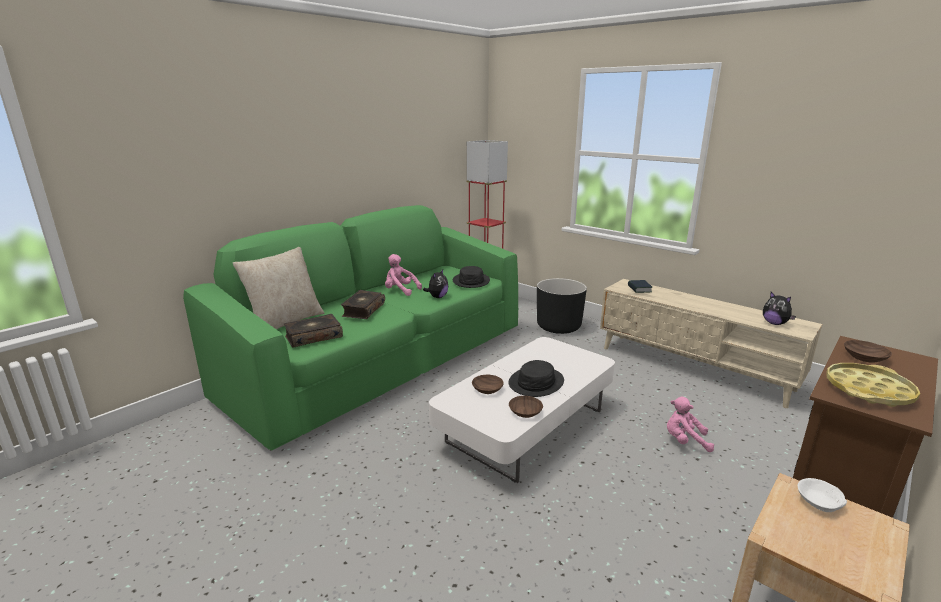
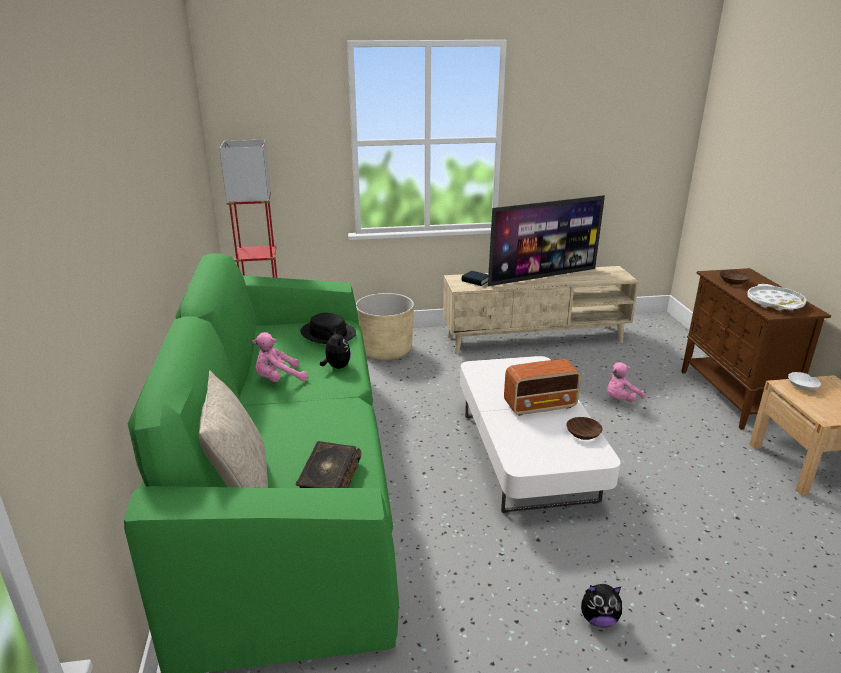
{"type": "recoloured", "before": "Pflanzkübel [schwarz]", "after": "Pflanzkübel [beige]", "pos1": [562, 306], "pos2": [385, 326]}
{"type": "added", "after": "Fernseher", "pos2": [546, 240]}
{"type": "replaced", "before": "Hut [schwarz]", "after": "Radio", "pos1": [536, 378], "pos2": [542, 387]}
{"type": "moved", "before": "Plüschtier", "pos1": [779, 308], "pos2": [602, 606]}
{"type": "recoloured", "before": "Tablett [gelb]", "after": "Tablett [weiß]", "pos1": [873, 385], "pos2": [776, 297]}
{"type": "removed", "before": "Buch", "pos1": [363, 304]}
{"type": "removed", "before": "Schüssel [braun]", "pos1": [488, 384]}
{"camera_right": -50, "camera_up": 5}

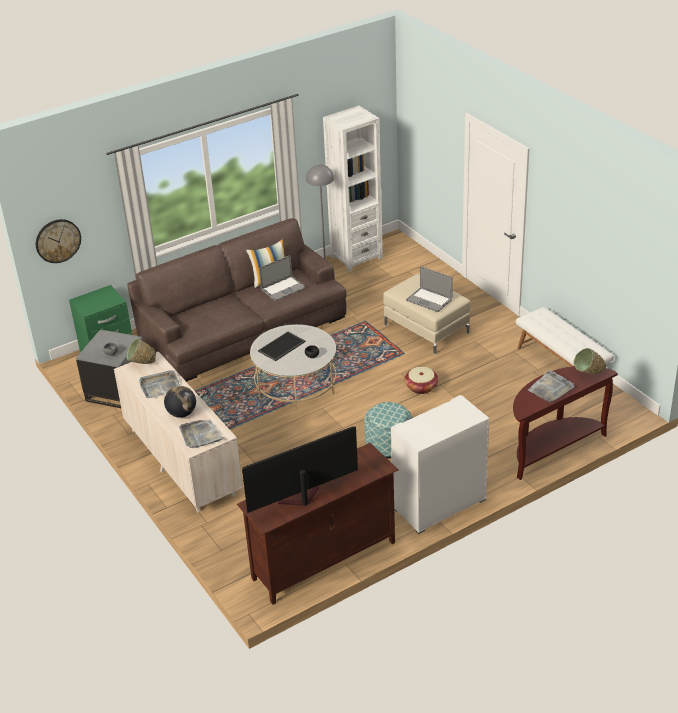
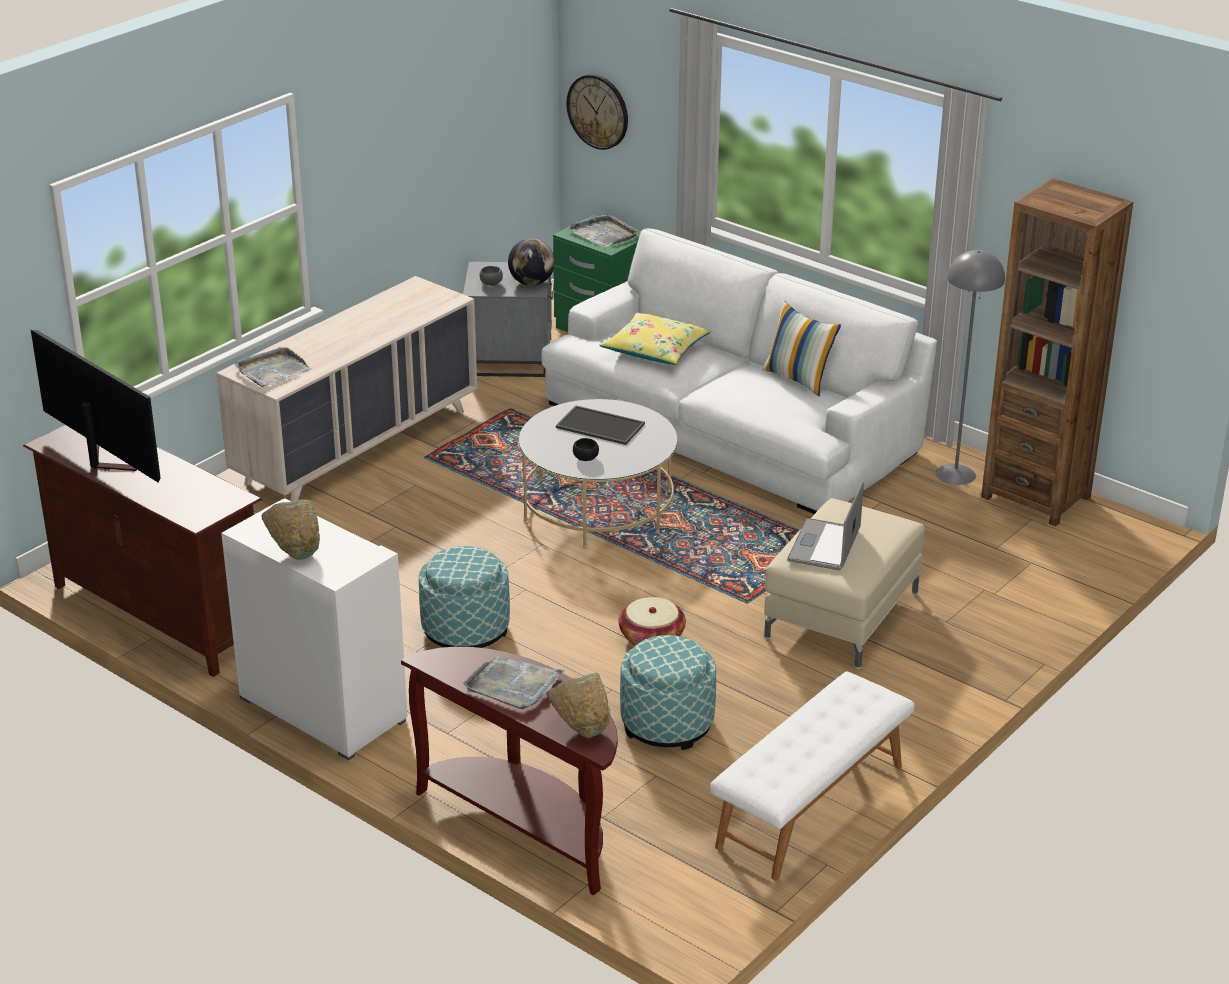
{"type": "moved", "before": "Schüssel [grün]", "pos1": [141, 351], "pos2": [290, 530]}
{"type": "moved", "before": "Globus", "pos1": [180, 402], "pos2": [531, 262]}
{"type": "recoloured", "before": "Sofa [braun]", "after": "Sofa [weiß]", "pos1": [237, 300], "pos2": [739, 371]}
{"type": "moved", "before": "Tablett [grau]", "pos1": [159, 384], "pos2": [602, 230]}
{"type": "added", "after": "Kissen [gelb]", "pos2": [655, 339]}
{"type": "added", "after": "Polsterhocker", "pos2": [668, 692]}
{"type": "recoloured", "before": "Bücherregal [weiß]", "after": "Bücherregal [braun]", "pos1": [353, 189], "pos2": [1057, 352]}
{"type": "removed", "before": "Laptop", "pos1": [282, 278]}
{"camera_right": 70, "camera_up": -5}

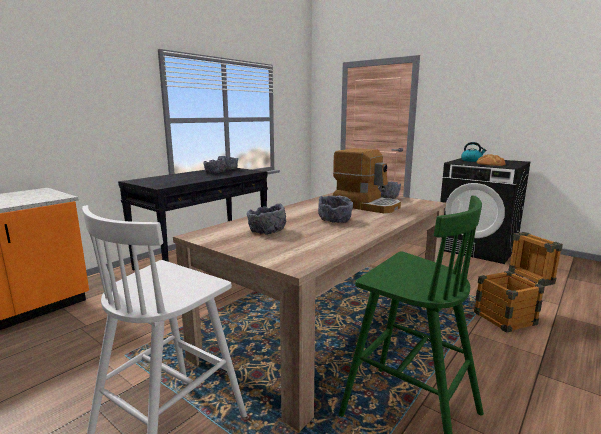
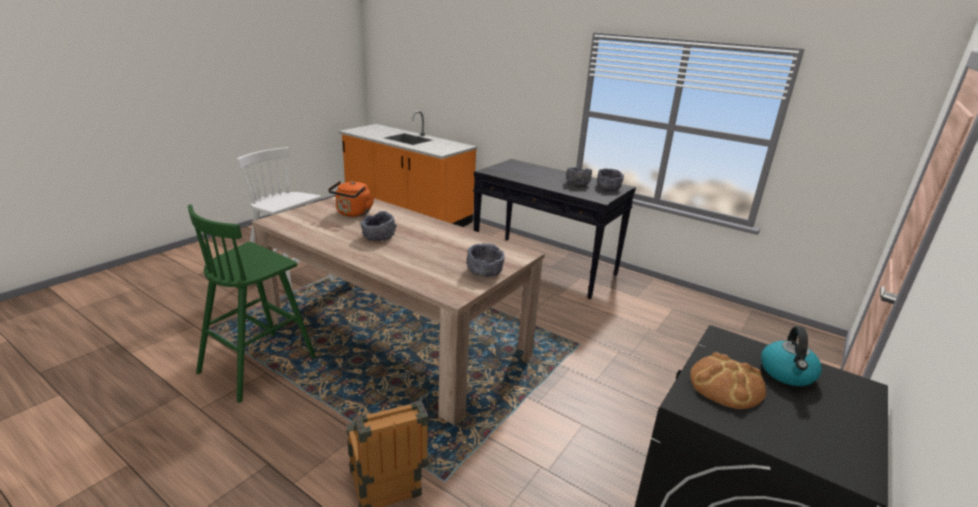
{"type": "replaced", "before": "Schüssel [grau]", "after": "Wasserkessel [orange]", "pos1": [266, 219], "pos2": [351, 199]}
{"type": "removed", "before": "Kaffeemaschine", "pos1": [367, 180]}
{"camera_right": 85, "camera_up": 10}

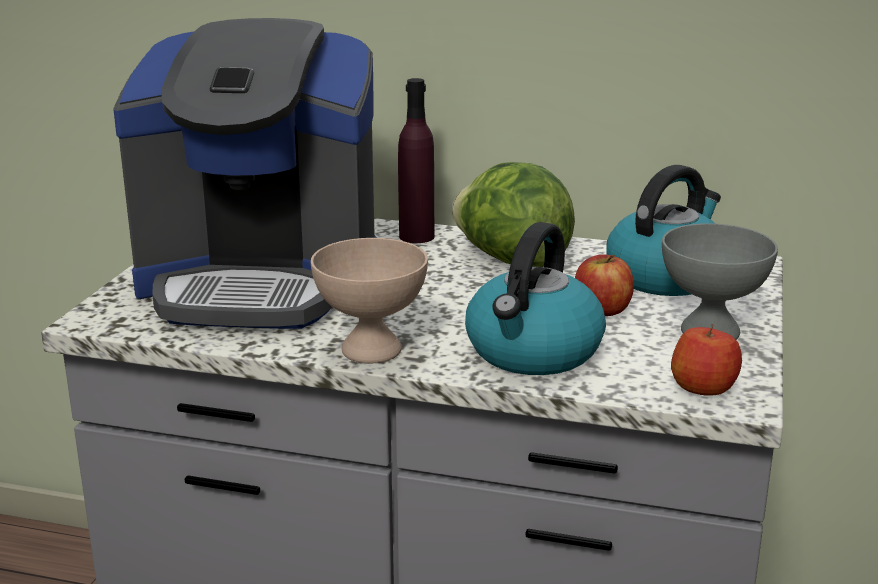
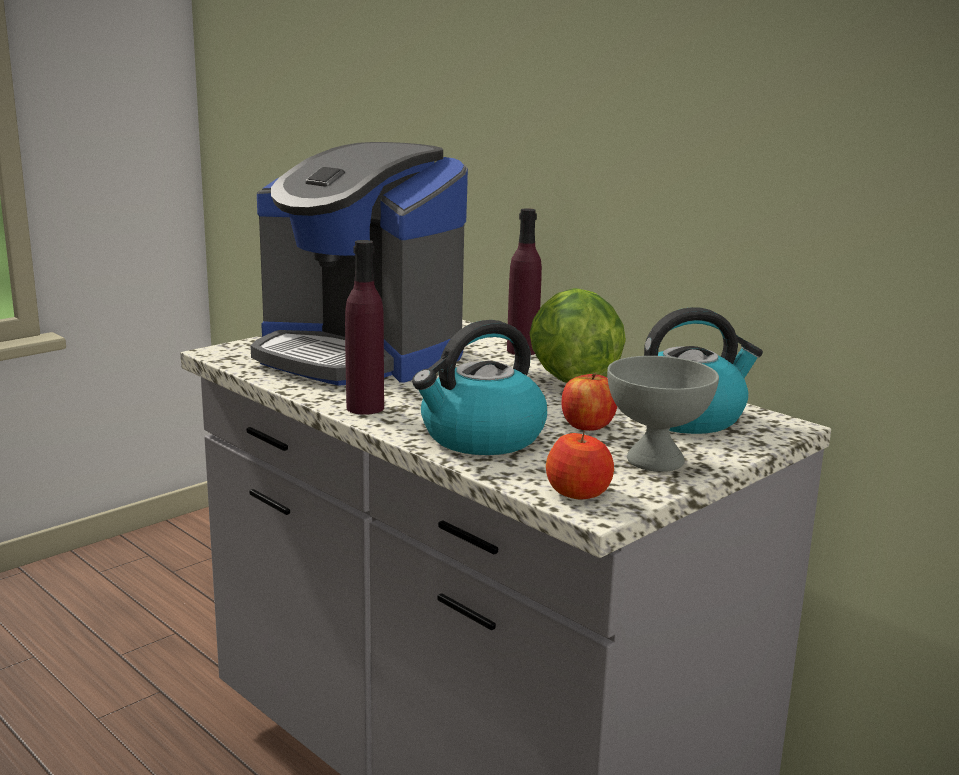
{"type": "replaced", "before": "Schüssel [beige]", "after": "Flasche [lila]", "pos1": [369, 301], "pos2": [364, 327]}
{"camera_right": 30, "camera_up": -5}

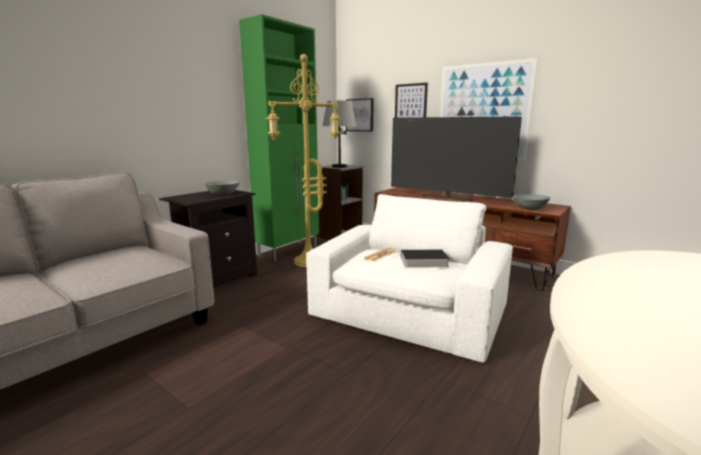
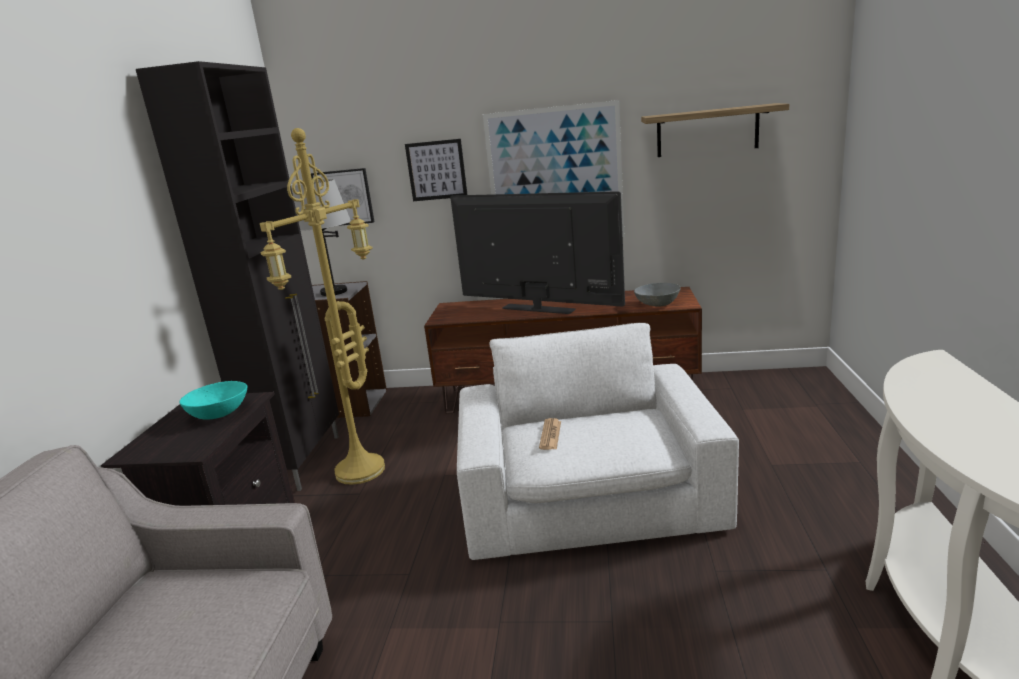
{"type": "recoloured", "before": "Schrank [grün]", "after": "Schrank [schwarz]", "pos1": [279, 137], "pos2": [237, 276]}
{"type": "recoloured", "before": "Schüssel [grau]", "after": "Schüssel [türkis]", "pos1": [221, 188], "pos2": [213, 400]}
{"type": "turned", "before": "Fernseher", "pos1": [456, 158], "pos2": [537, 252], "turn": -150}
{"type": "added", "after": "Wandregal", "pos2": [715, 130]}
{"type": "removed", "before": "Buch", "pos1": [421, 258]}
{"camera_right": -30, "camera_up": 5}

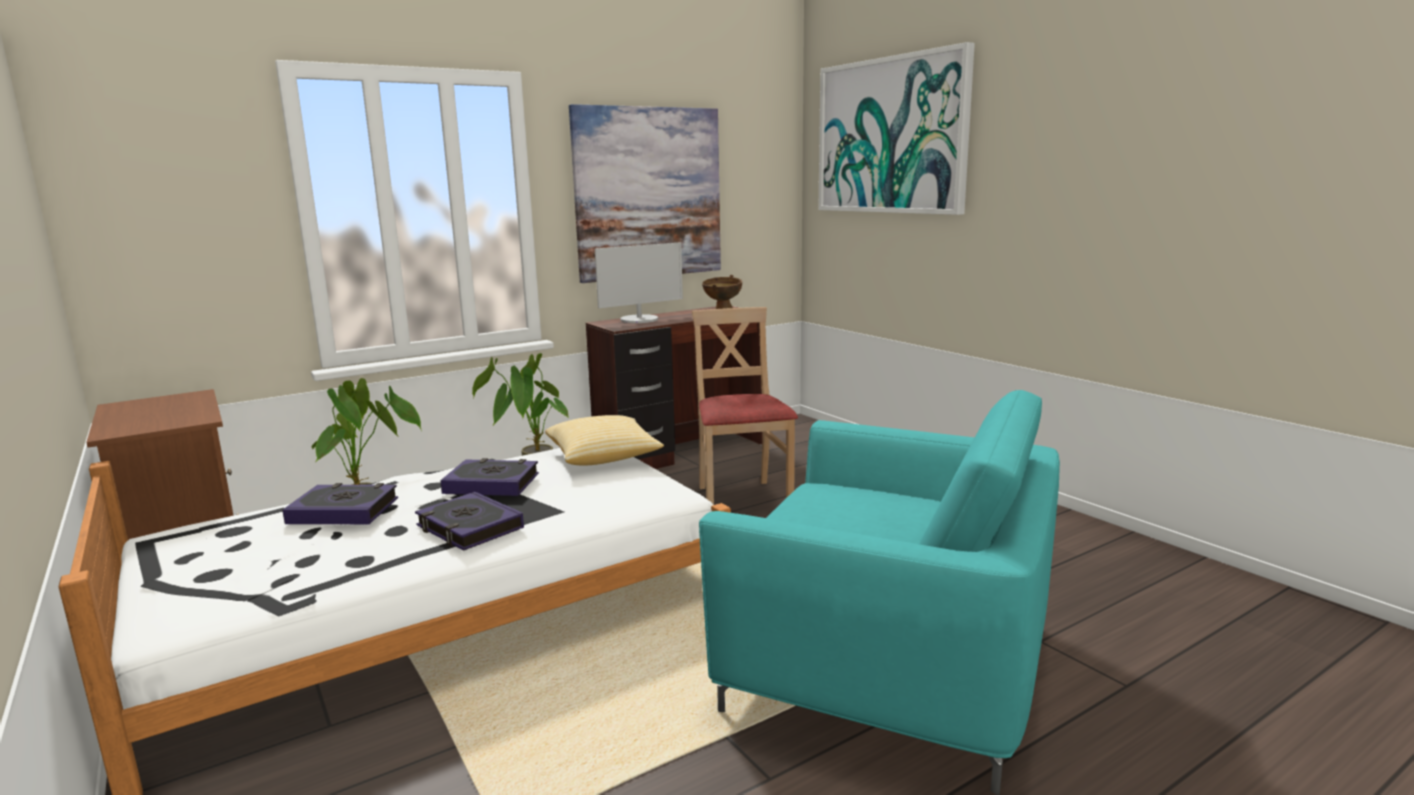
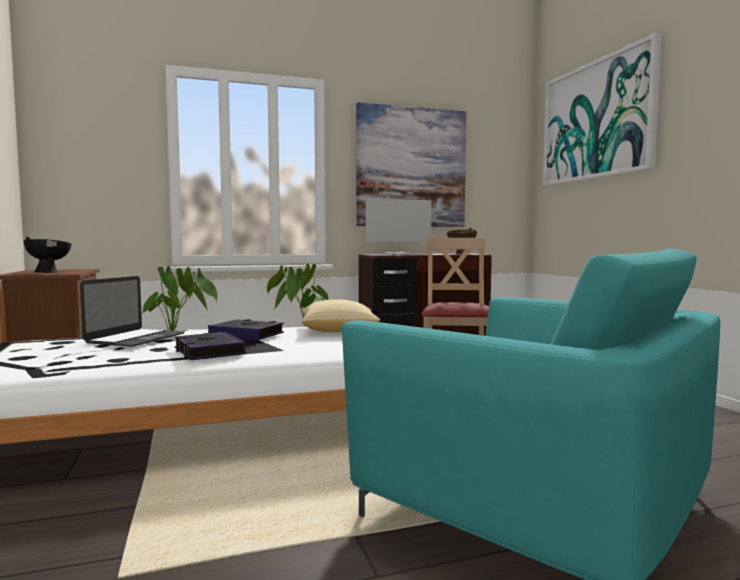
{"type": "added", "after": "Schüssel [schwarz]", "pos2": [48, 255]}
{"type": "replaced", "before": "Buch", "after": "Laptop", "pos1": [340, 503], "pos2": [132, 311]}
{"camera_right": 15, "camera_up": -10}

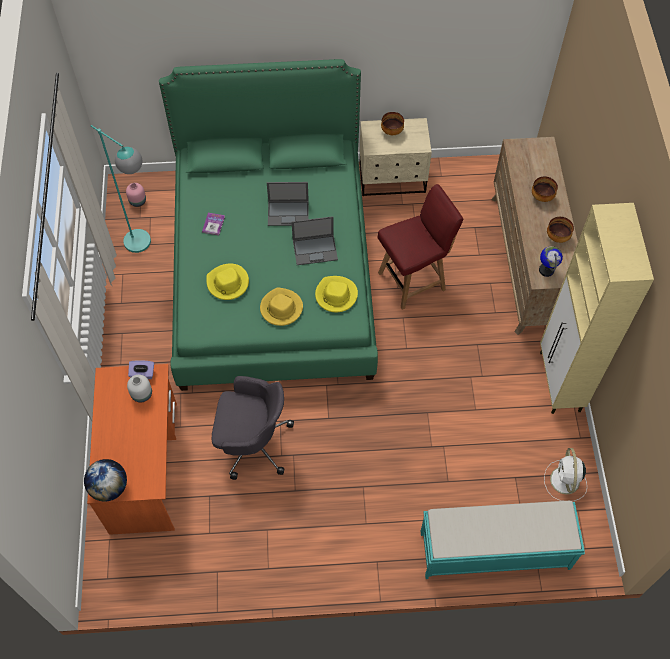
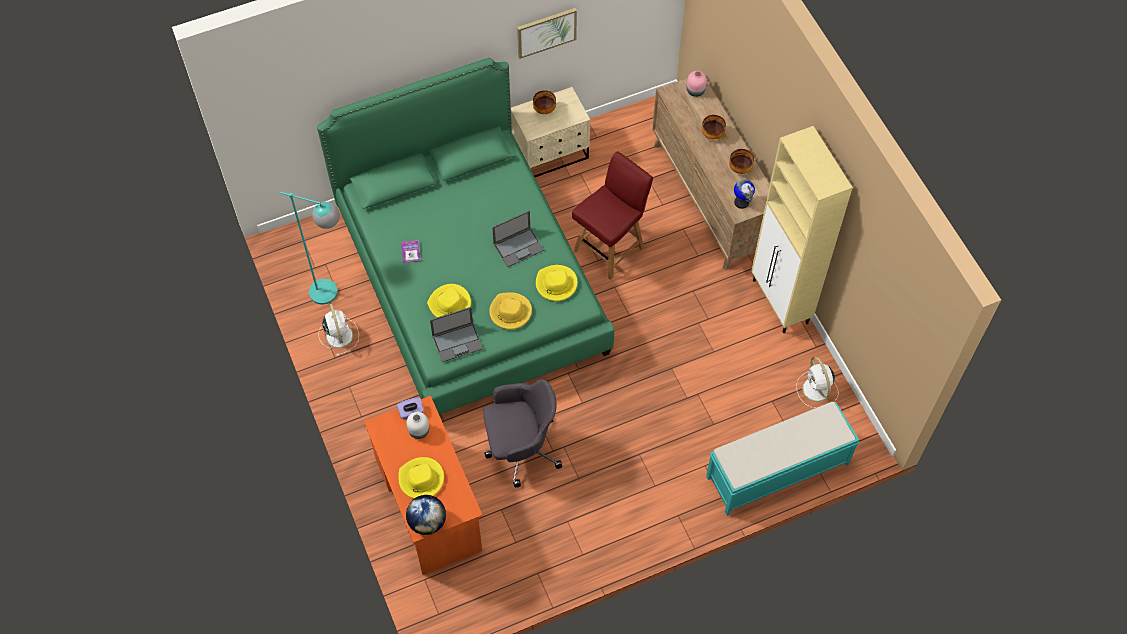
{"type": "added", "after": "Ventilator [weiß]", "pos2": [338, 329]}
{"type": "added", "after": "Hut [gelb]", "pos2": [421, 478]}
{"type": "moved", "before": "Laptop", "pos1": [288, 204], "pos2": [456, 334]}
{"type": "added", "after": "Bild", "pos2": [547, 33]}
{"type": "moved", "before": "Vase [rosa]", "pos1": [136, 195], "pos2": [697, 84]}
{"camera_right": -20, "camera_up": 0}

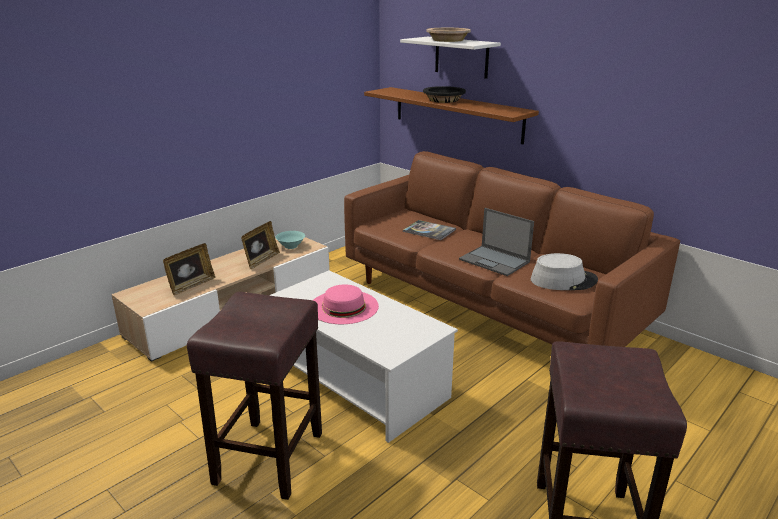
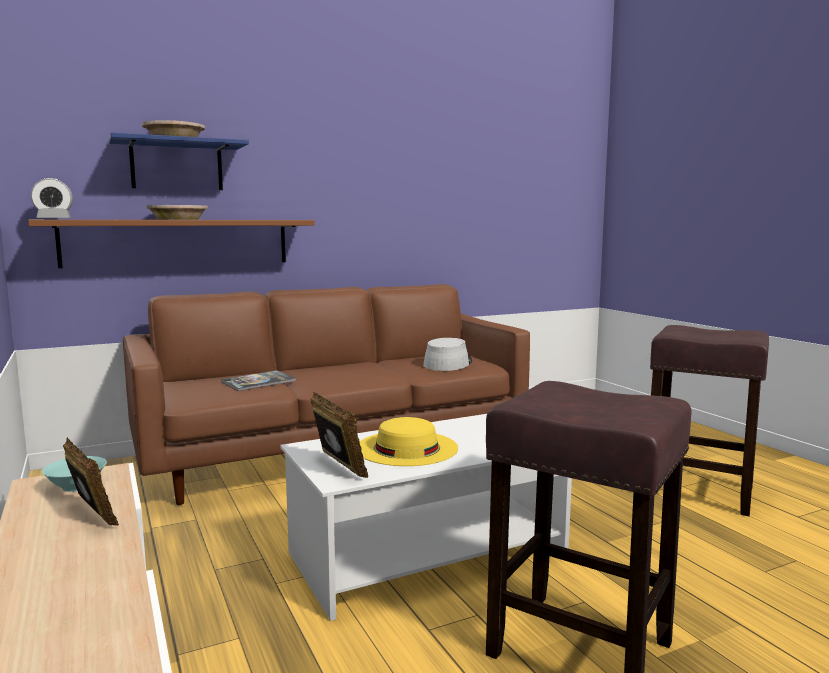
{"type": "added", "after": "Wecker", "pos2": [52, 198]}
{"type": "recoloured", "before": "Wandregal [weiß]", "after": "Wandregal [blau]", "pos1": [450, 58], "pos2": [179, 161]}
{"type": "recoloured", "before": "Schüssel [schwarz]", "after": "Schüssel [beige]", "pos1": [444, 94], "pos2": [177, 212]}
{"type": "moved", "before": "Bilderrahmen", "pos1": [189, 269], "pos2": [339, 435]}
{"type": "recoloured", "before": "Hut [rosa]", "after": "Hut [gelb]", "pos1": [346, 304], "pos2": [409, 441]}
{"type": "removed", "before": "Laptop", "pos1": [496, 242]}
{"camera_right": -70, "camera_up": -15}

